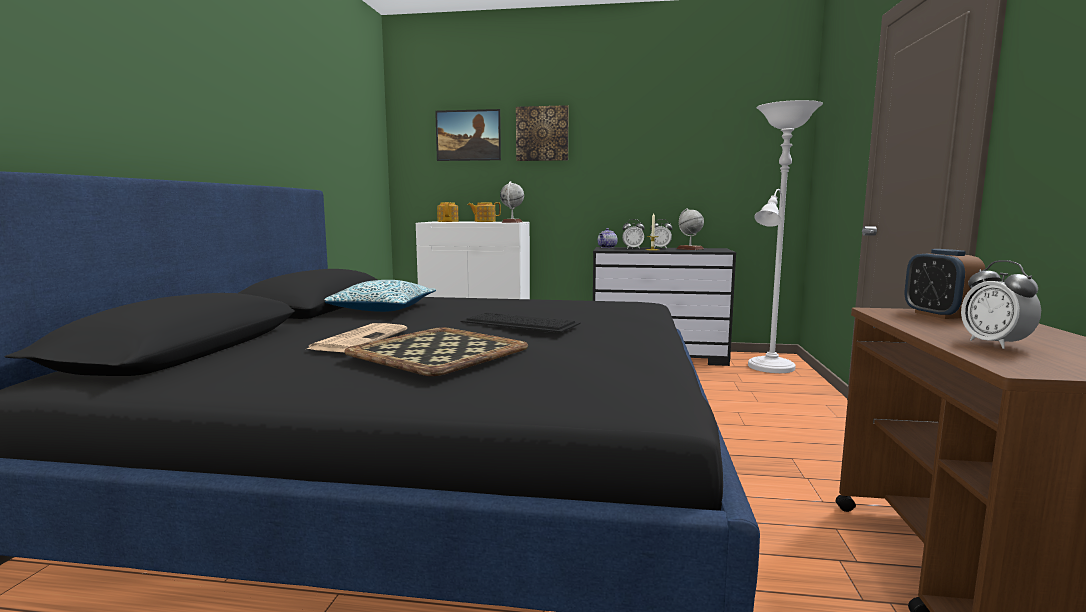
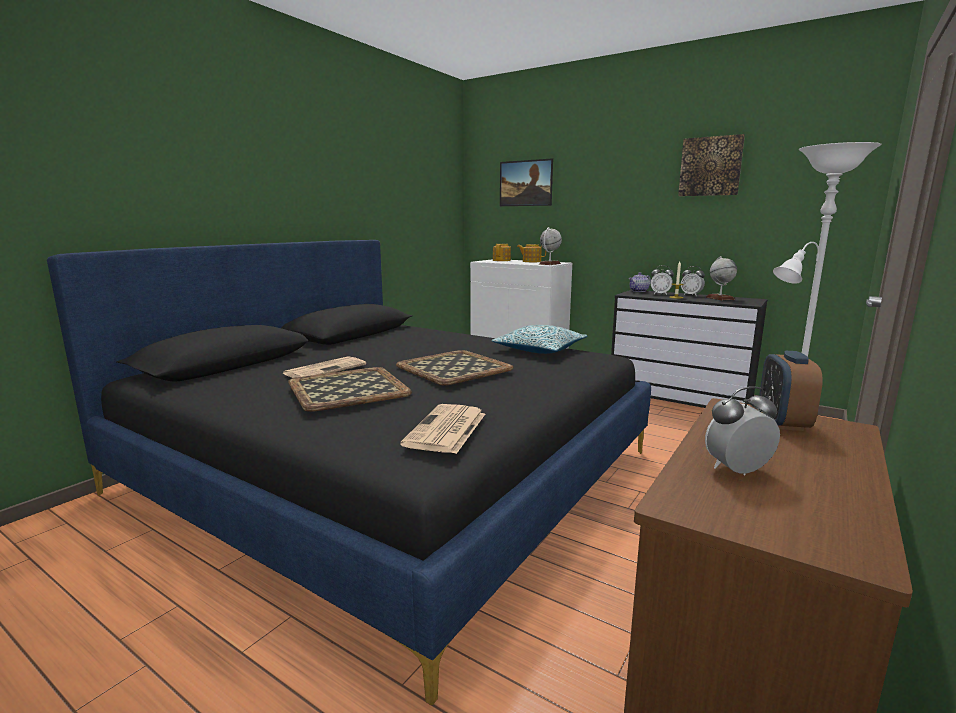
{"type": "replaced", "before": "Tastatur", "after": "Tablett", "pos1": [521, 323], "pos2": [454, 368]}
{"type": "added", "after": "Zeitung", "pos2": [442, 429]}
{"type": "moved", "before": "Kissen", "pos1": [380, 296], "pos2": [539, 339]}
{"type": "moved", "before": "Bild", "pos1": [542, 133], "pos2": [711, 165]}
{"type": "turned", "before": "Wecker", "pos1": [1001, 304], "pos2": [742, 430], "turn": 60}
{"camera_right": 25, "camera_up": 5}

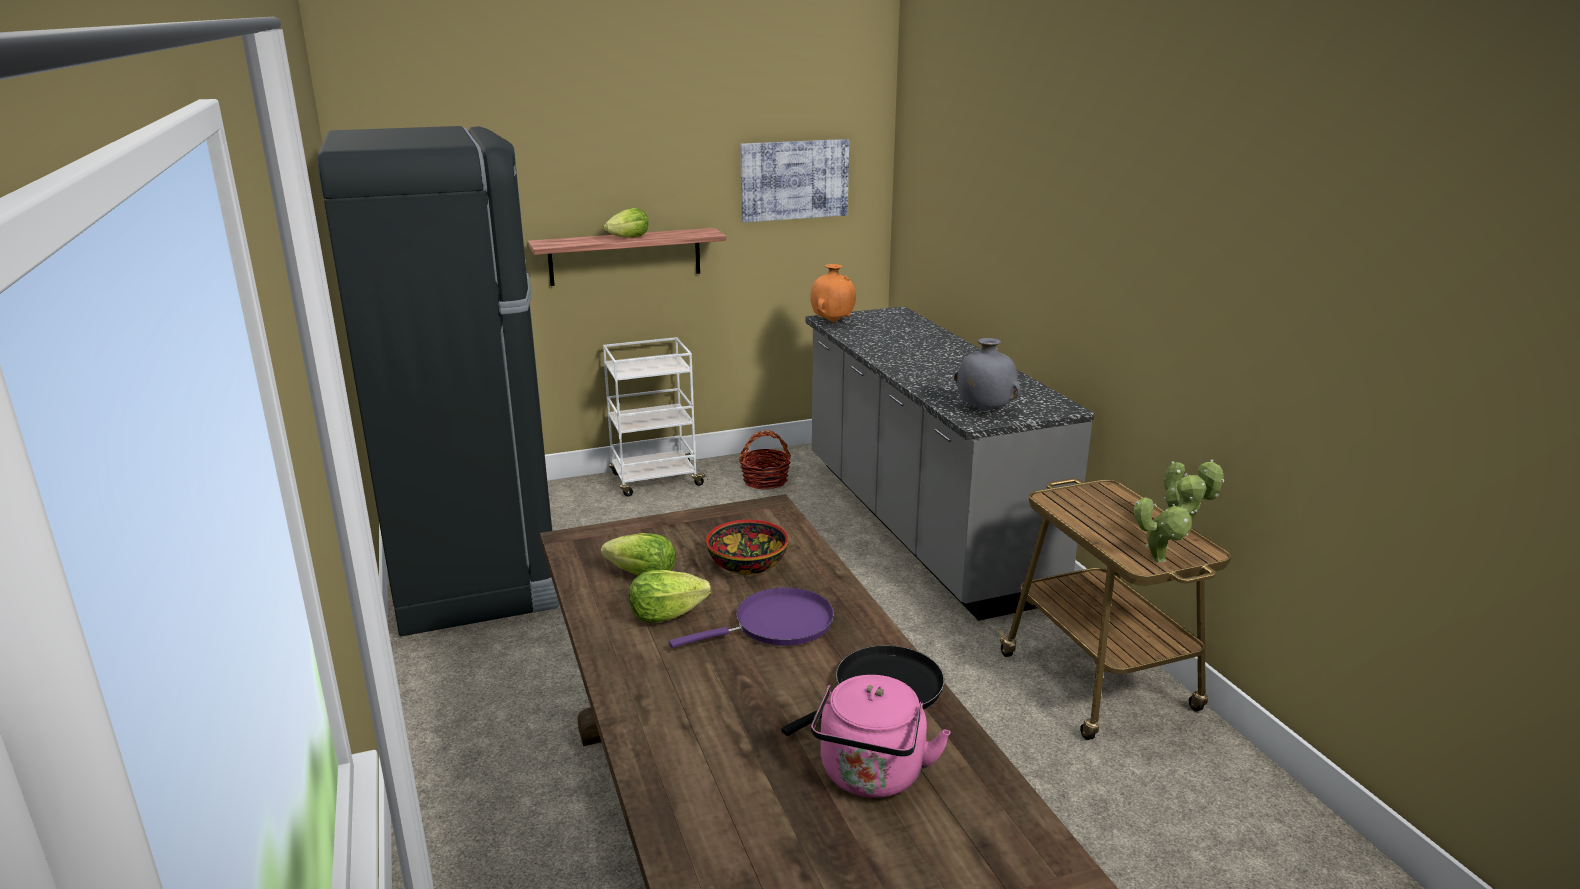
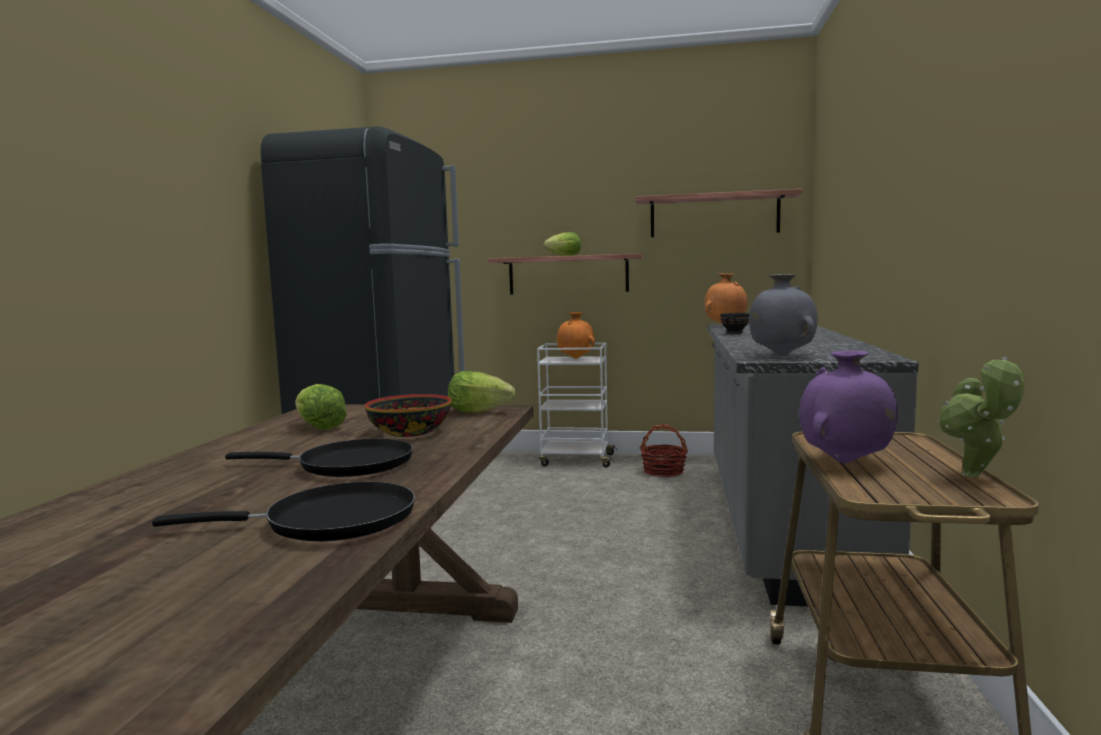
{"type": "recoloured", "before": "Pfanne [lila]", "after": "Pfanne [schwarz]", "pos1": [751, 617], "pos2": [319, 457]}
{"type": "moved", "before": "Salatkopf", "pos1": [670, 596], "pos2": [481, 392]}
{"type": "added", "after": "Vase [orange]", "pos2": [576, 335]}
{"type": "replaced", "before": "Bild", "after": "Wandregal", "pos1": [794, 180], "pos2": [718, 213]}
{"type": "added", "after": "Schüssel [schwarz]", "pos2": [735, 323]}
{"type": "added", "after": "Vase [lila]", "pos2": [848, 407]}
{"type": "removed", "before": "Wasserkessel [rosa]", "pos1": [881, 736]}
{"type": "removed", "before": "Topfpflanze", "pos1": [1170, 518]}
{"camera_right": 30, "camera_up": -15}

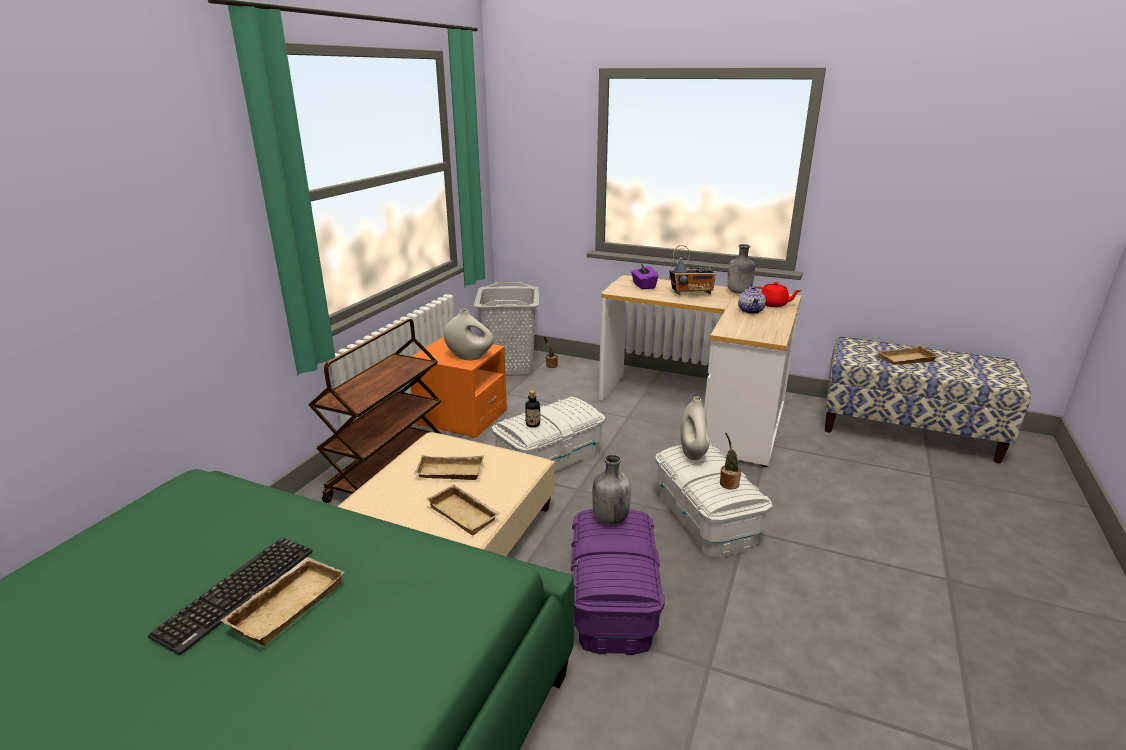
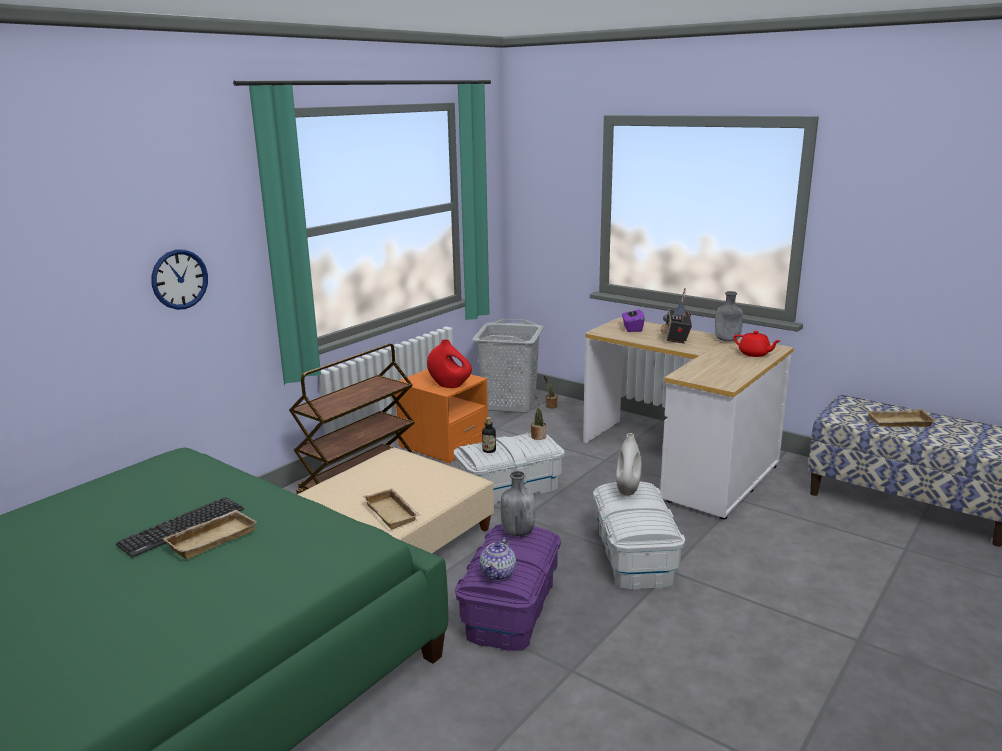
{"type": "added", "after": "Wanduhr", "pos2": [179, 280]}
{"type": "recoloured", "before": "Vase [weiß]", "after": "Vase [rot]", "pos1": [469, 334], "pos2": [449, 363]}
{"type": "moved", "before": "Teekanne", "pos1": [752, 300], "pos2": [498, 559]}
{"type": "moved", "before": "Topfpflanze", "pos1": [730, 460], "pos2": [538, 417]}
{"type": "turned", "before": "Radio", "pos1": [692, 270], "pos2": [676, 316], "turn": 90}
{"type": "removed", "before": "Tablett [beige]", "pos1": [449, 467]}
{"camera_right": 15, "camera_up": -5}

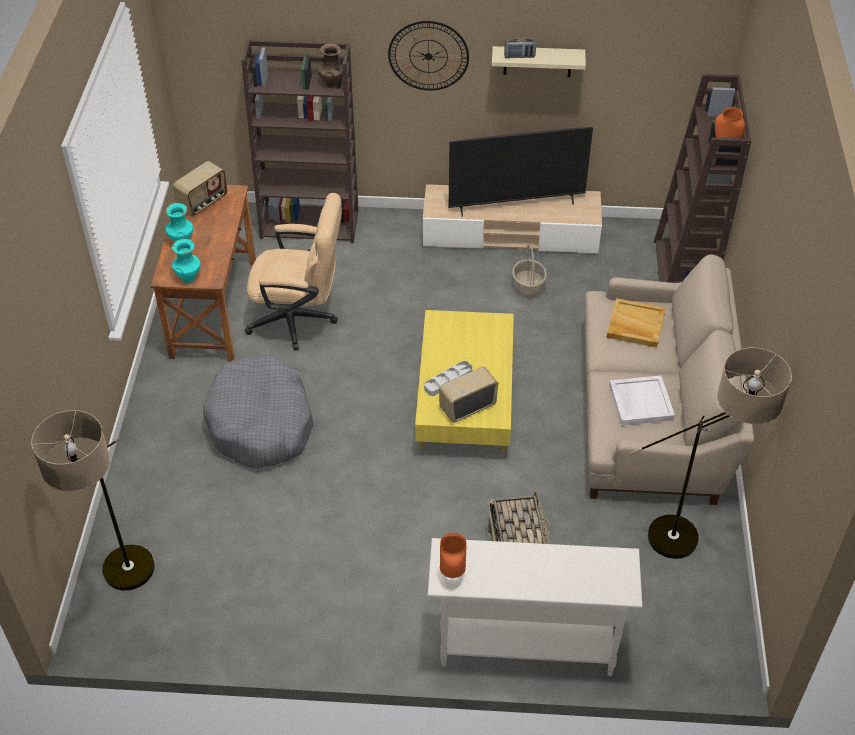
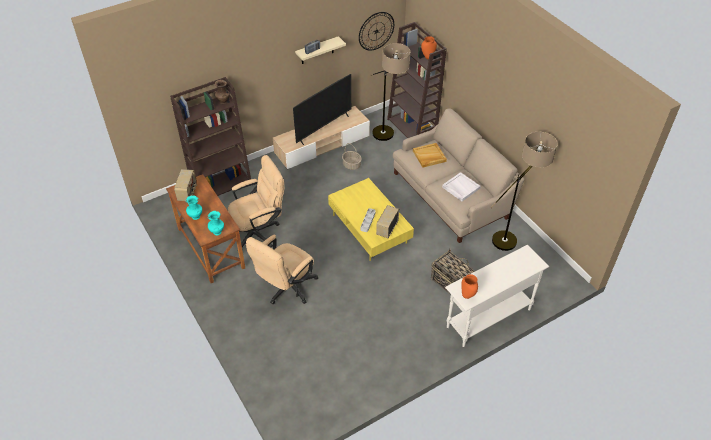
{"type": "replaced", "before": "Hundebett [grau]", "after": "Bürostuhl [beige]", "pos1": [258, 411], "pos2": [282, 269]}
{"type": "moved", "before": "Wanduhr", "pos1": [428, 56], "pos2": [376, 31]}
{"type": "moved", "before": "Stehlampe", "pos1": [93, 500], "pos2": [390, 92]}
{"camera_right": -35, "camera_up": 0}

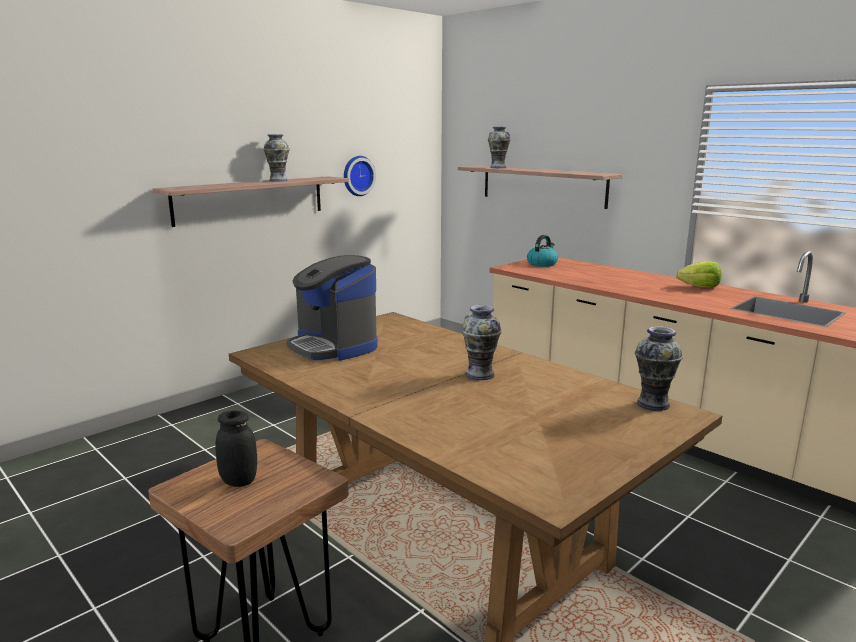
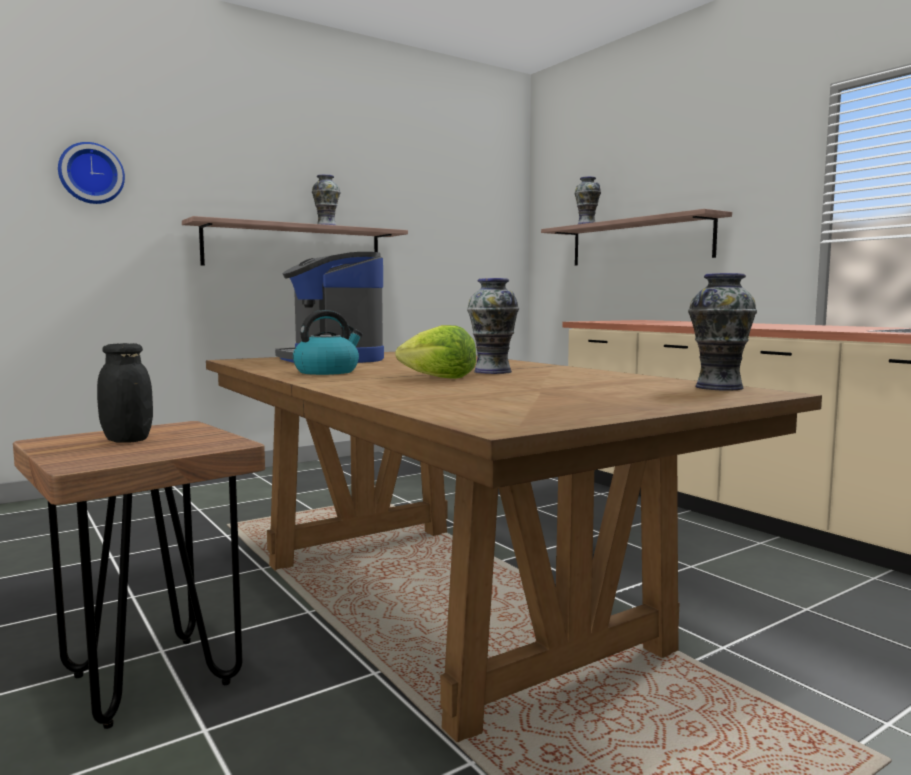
{"type": "moved", "before": "Wanduhr", "pos1": [360, 176], "pos2": [91, 173]}
{"type": "moved", "before": "Wasserkessel", "pos1": [542, 251], "pos2": [328, 342]}
{"type": "moved", "before": "Salatkopf", "pos1": [699, 274], "pos2": [436, 352]}
{"camera_right": 10, "camera_up": -10}

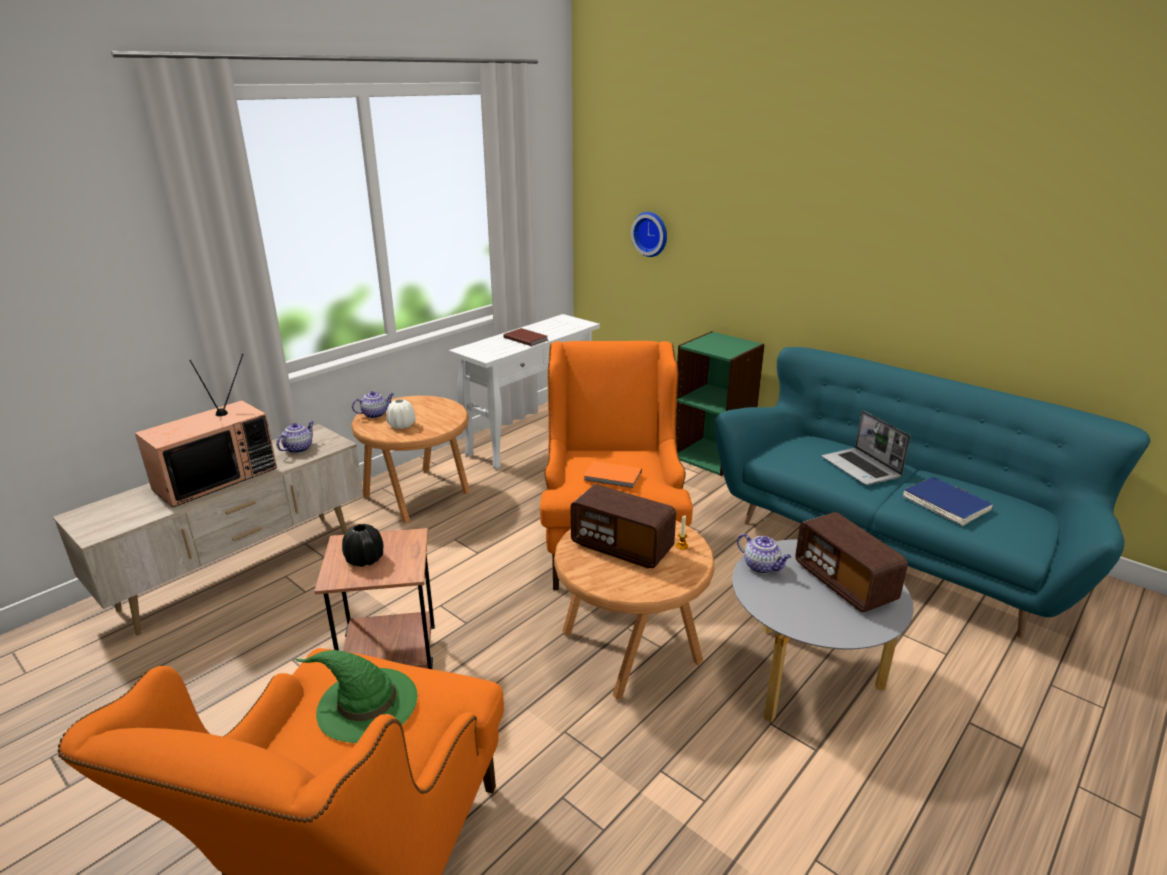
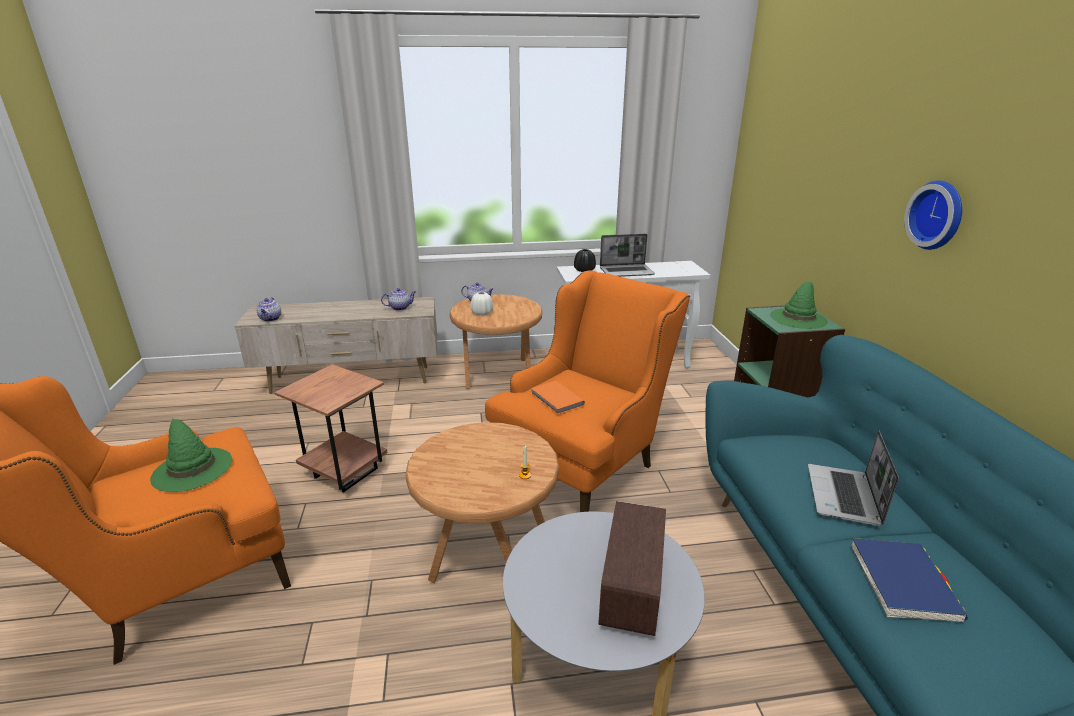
{"type": "moved", "before": "Teekanne", "pos1": [764, 553], "pos2": [269, 309]}
{"type": "moved", "before": "Vase [schwarz]", "pos1": [363, 545], "pos2": [585, 260]}
{"type": "replaced", "before": "Buch [braun]", "after": "Laptop", "pos1": [525, 337], "pos2": [627, 255]}
{"type": "added", "after": "Hut [grün]", "pos2": [799, 305]}
{"type": "moved", "before": "Wanduhr", "pos1": [649, 234], "pos2": [933, 215]}
{"type": "removed", "before": "Fernseher", "pos1": [206, 430]}
{"type": "removed", "before": "Radio", "pos1": [623, 526]}
{"camera_right": 40, "camera_up": 0}

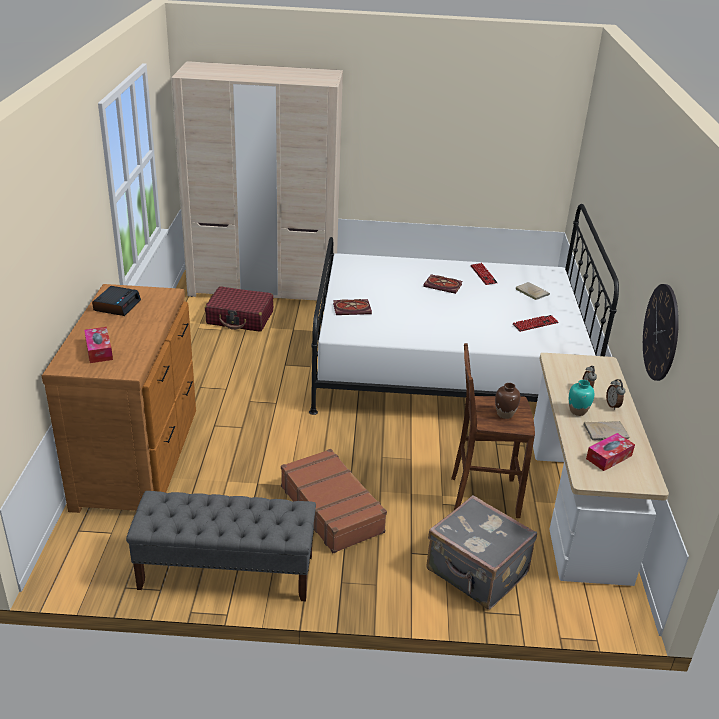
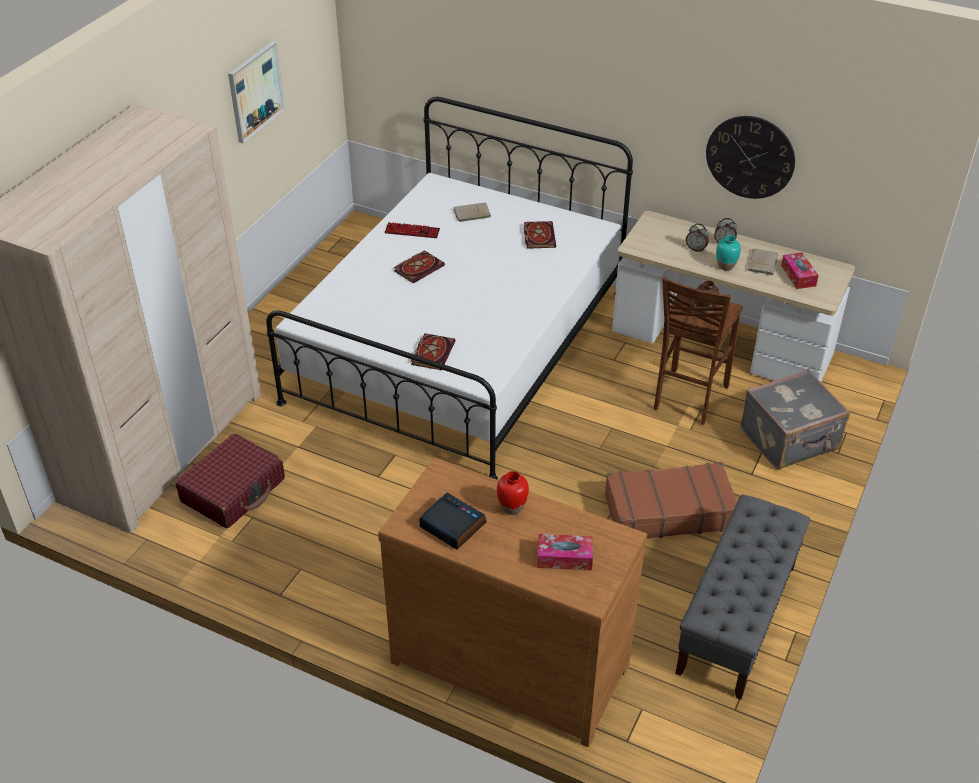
{"type": "added", "after": "Bild", "pos2": [256, 92]}
{"type": "added", "after": "Vase [rot]", "pos2": [513, 493]}
{"type": "replaced", "before": "Tastatur", "after": "Buch", "pos1": [535, 323], "pos2": [540, 235]}
{"camera_right": -65, "camera_up": 10}

